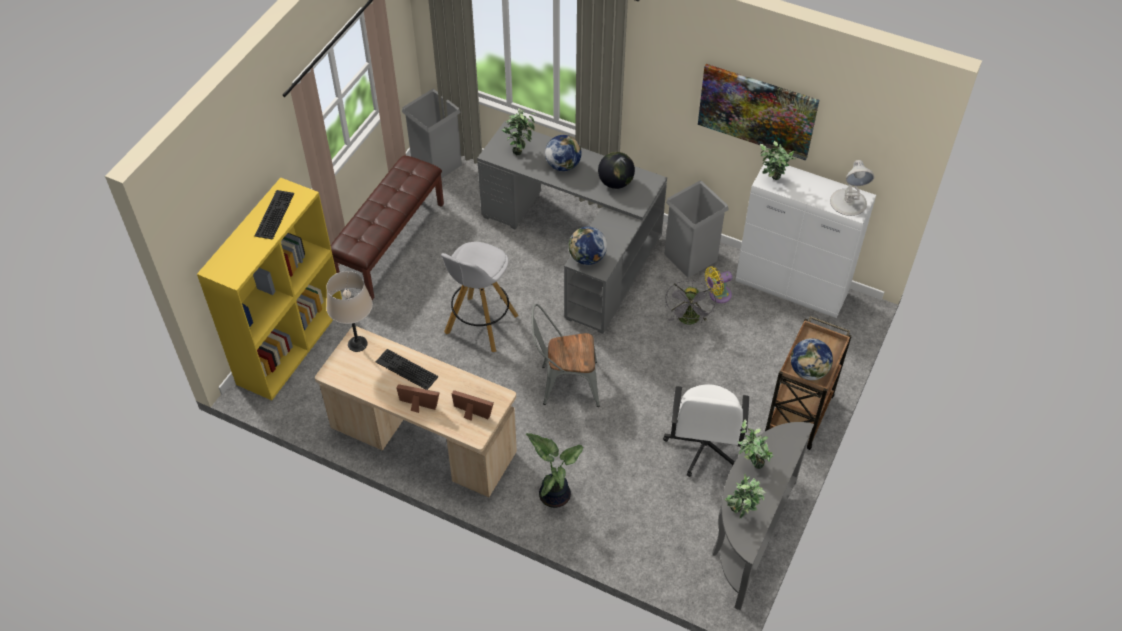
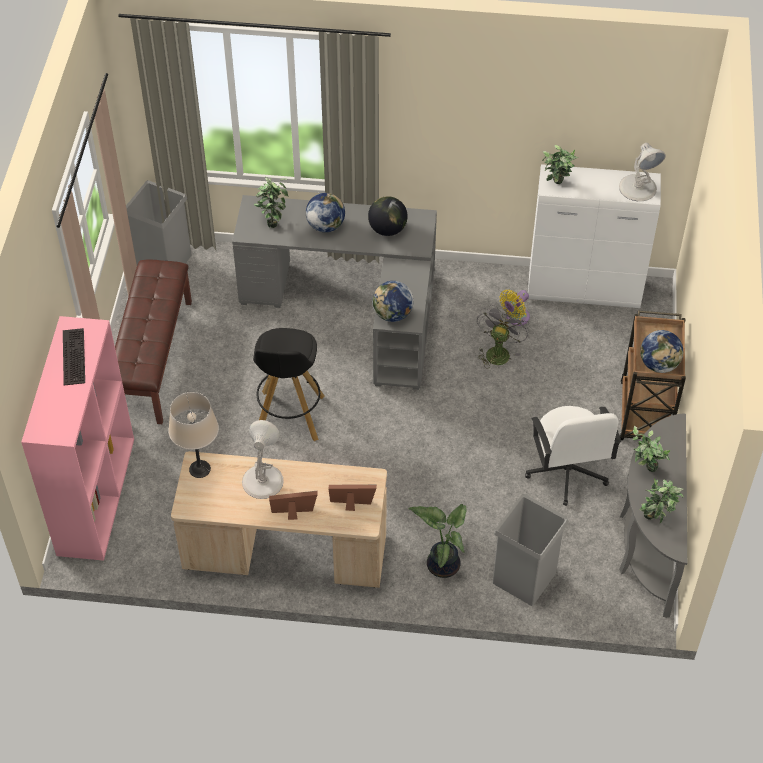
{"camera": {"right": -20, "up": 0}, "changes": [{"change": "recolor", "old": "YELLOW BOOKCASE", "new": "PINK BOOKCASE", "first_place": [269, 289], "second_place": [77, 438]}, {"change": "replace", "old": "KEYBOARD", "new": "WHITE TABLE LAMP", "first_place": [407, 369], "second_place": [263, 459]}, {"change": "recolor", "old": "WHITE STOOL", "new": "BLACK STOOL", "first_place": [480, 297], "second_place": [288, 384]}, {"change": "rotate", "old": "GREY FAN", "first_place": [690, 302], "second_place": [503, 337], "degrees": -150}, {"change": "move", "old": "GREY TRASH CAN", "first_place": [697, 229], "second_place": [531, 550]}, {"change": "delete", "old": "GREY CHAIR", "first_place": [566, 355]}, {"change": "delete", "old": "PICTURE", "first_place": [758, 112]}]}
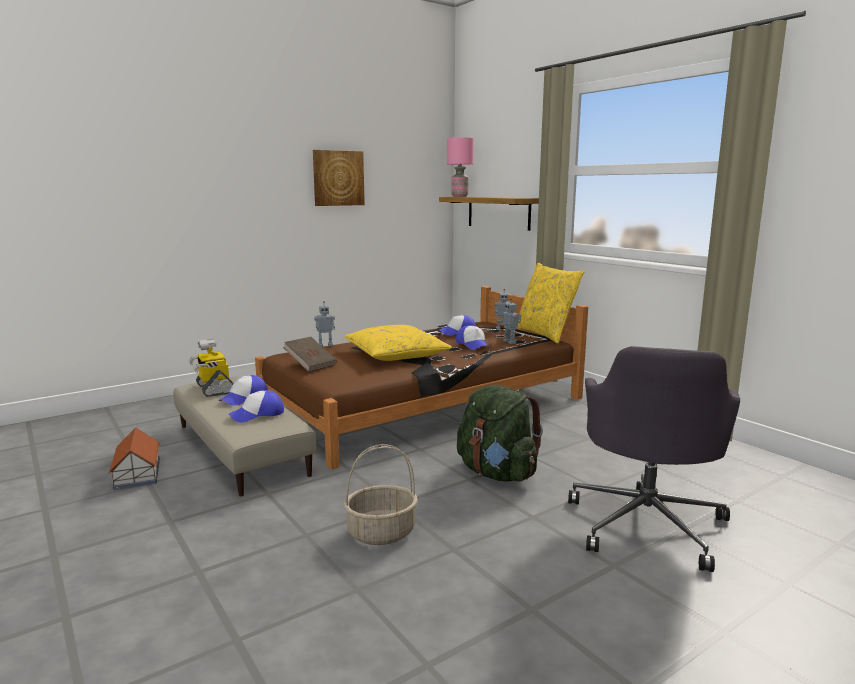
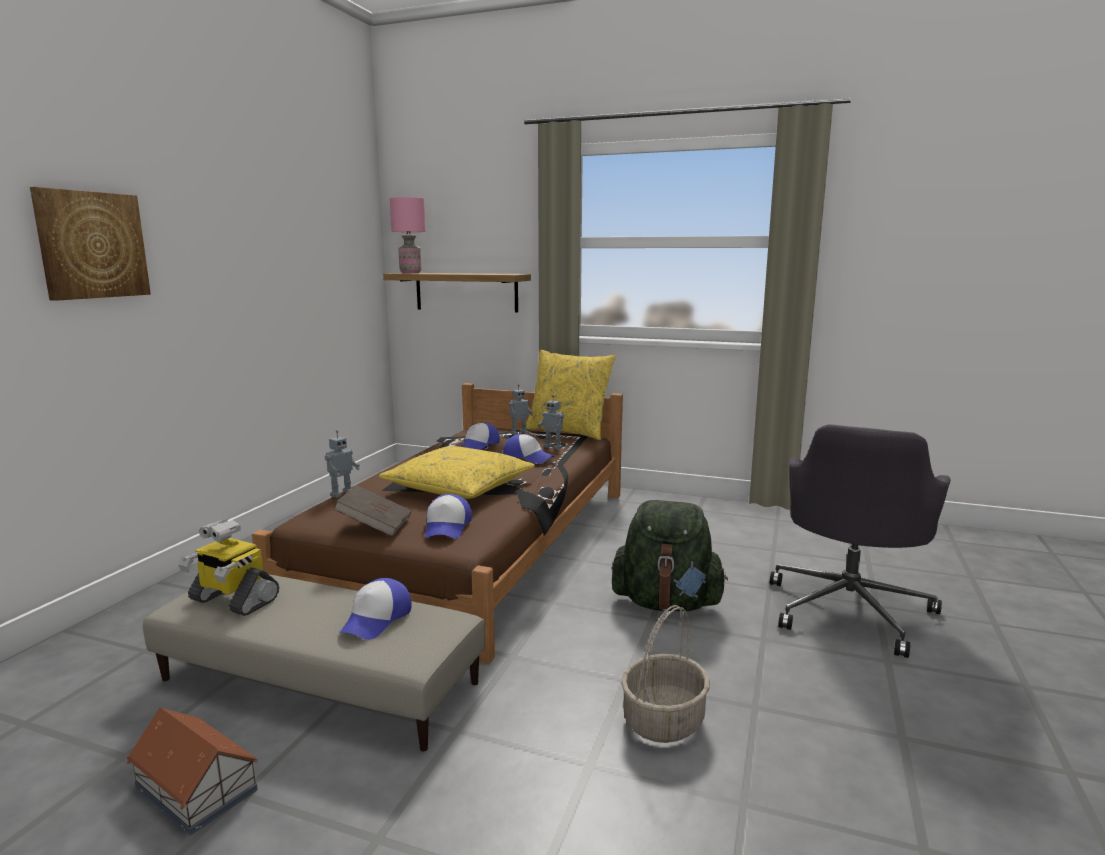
{"camera": {"right": -35, "up": 0}, "changes": [{"change": "move", "old": "PICTURE", "first_place": [339, 178], "second_place": [90, 244]}, {"change": "move", "old": "CAP", "first_place": [243, 390], "second_place": [448, 516]}, {"change": "rotate", "old": "GREY OFFICE CHAIR", "first_place": [654, 459], "second_place": [860, 541], "degrees": 45}]}
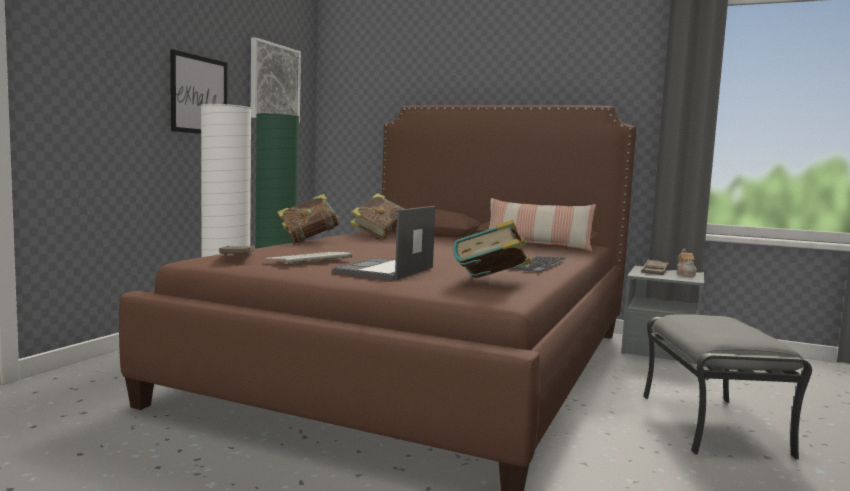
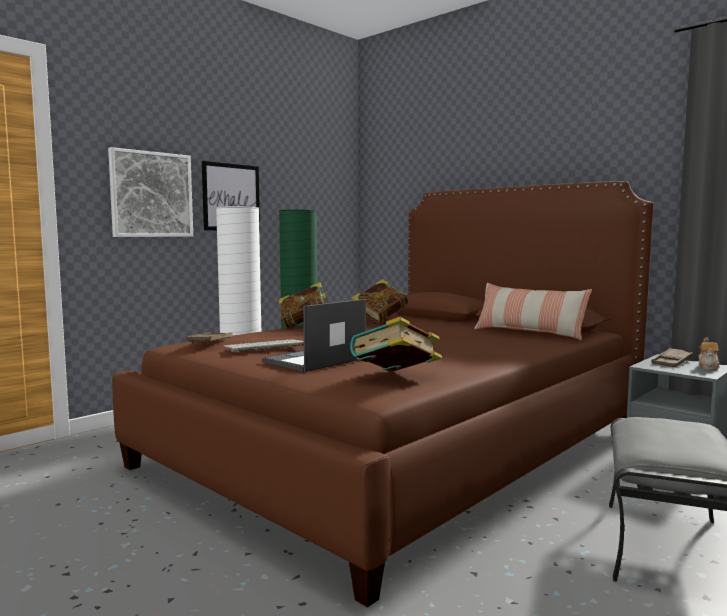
{"camera": {"right": 20, "up": 0}, "changes": [{"change": "move", "old": "PICTURE", "first_place": [276, 80], "second_place": [150, 192]}, {"change": "delete", "old": "KEYBOARD", "first_place": [538, 264]}]}
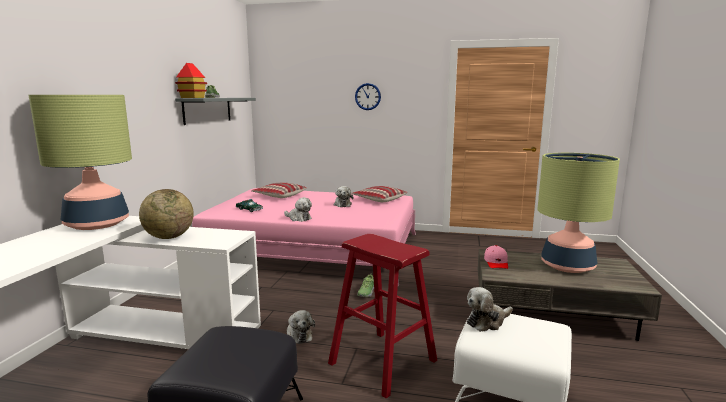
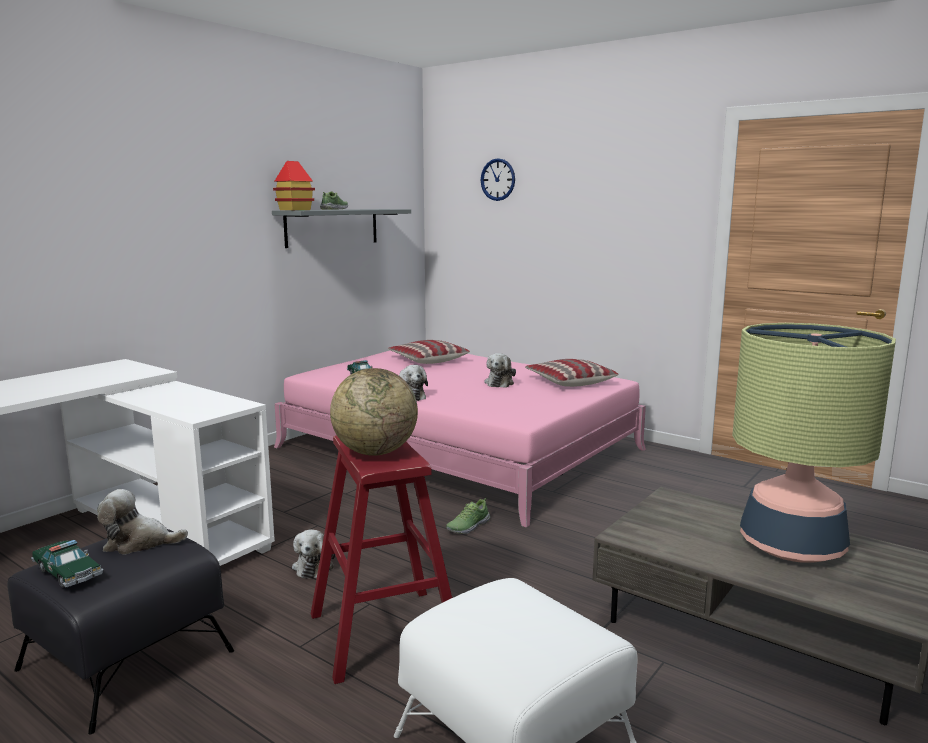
{"camera": {"right": 25, "up": 0}, "changes": [{"change": "insert", "new": "TOY CAR", "second_place": [67, 564]}, {"change": "move", "old": "PLUSH TOY", "first_place": [490, 309], "second_place": [142, 522]}, {"change": "move", "old": "GLOBE", "first_place": [166, 214], "second_place": [374, 412]}, {"change": "move", "old": "WALL CLOCK", "first_place": [368, 96], "second_place": [498, 179]}, {"change": "delete", "old": "TABLE LAMP", "first_place": [80, 162]}, {"change": "delete", "old": "PINK CAP", "first_place": [496, 257]}]}
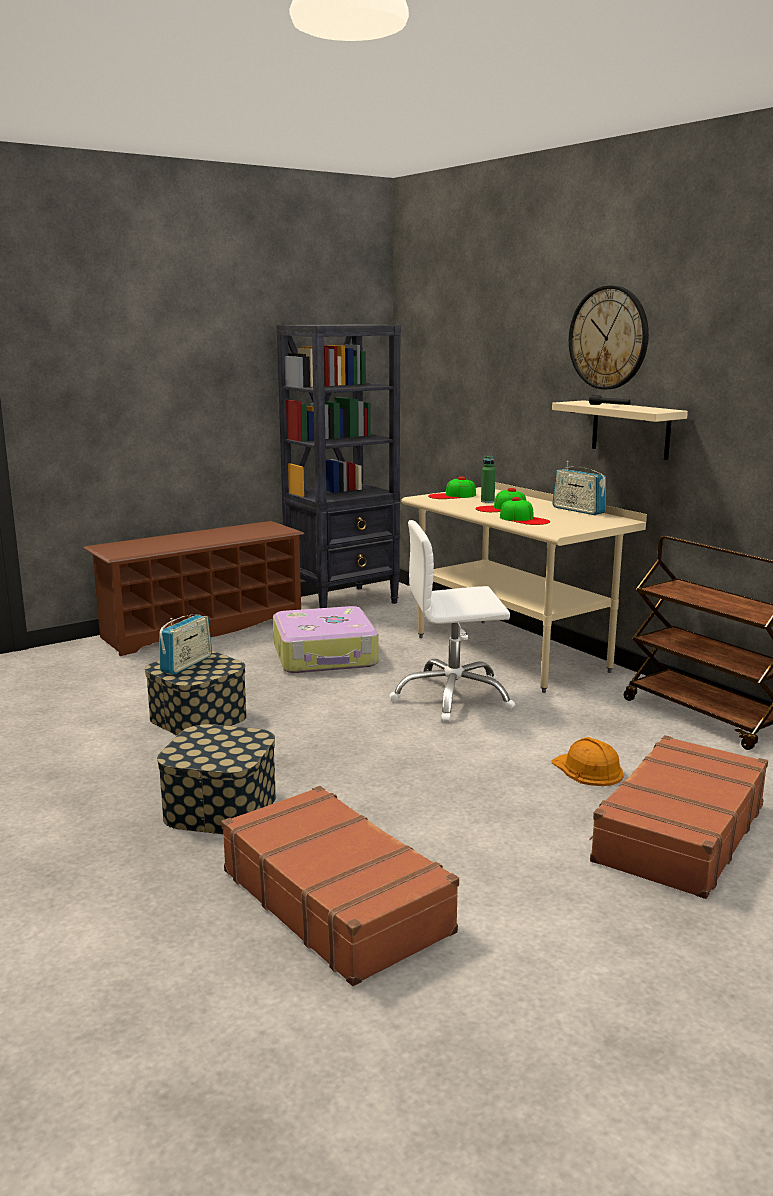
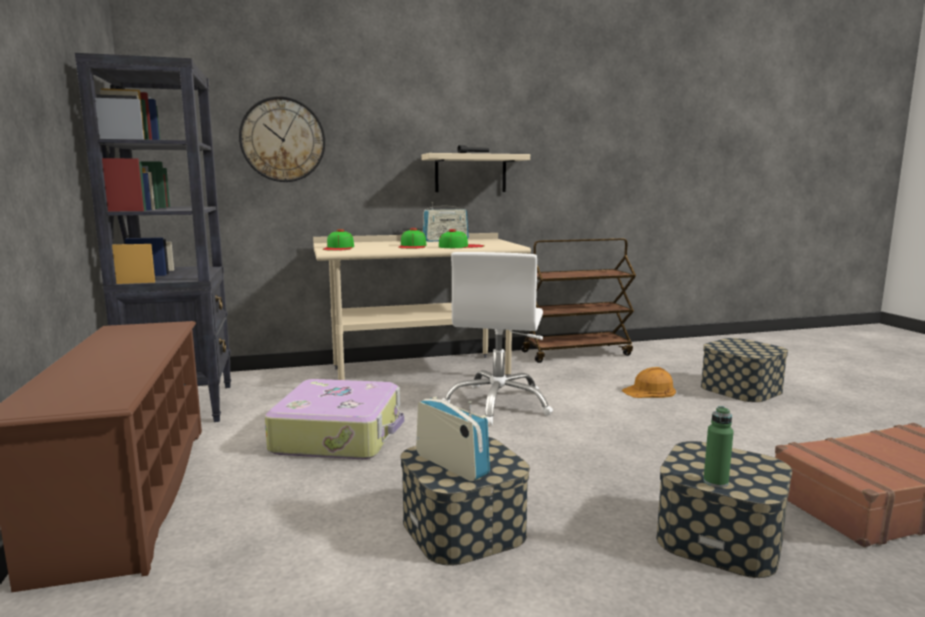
{"camera": {"right": -70, "up": -5}, "changes": [{"change": "move", "old": "WALL CLOCK", "first_place": [609, 337], "second_place": [282, 139]}, {"change": "replace", "old": "BROWN SUITCASE", "new": "STORAGE BOX", "first_place": [678, 817], "second_place": [744, 370]}, {"change": "move", "old": "GREEN BOTTLE", "first_place": [488, 479], "second_place": [718, 447]}]}
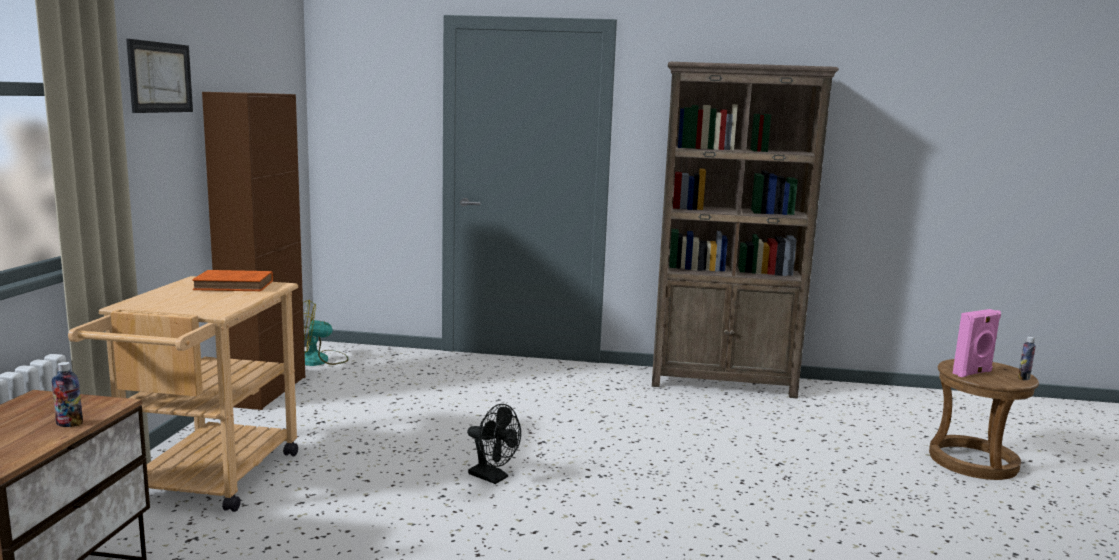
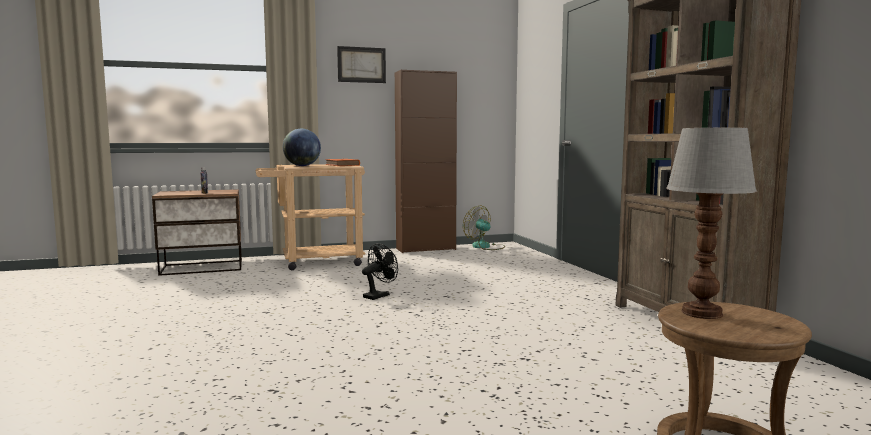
{"camera": {"right": 65, "up": -5}, "changes": [{"change": "insert", "new": "GLOBE", "second_place": [302, 147]}, {"change": "rotate", "old": "BLACK FAN", "first_place": [494, 444], "second_place": [380, 272], "degrees": -150}, {"change": "replace", "old": "PINK SPEAKER", "new": "TABLE LAMP", "first_place": [977, 343], "second_place": [711, 223]}, {"change": "delete", "old": "BOTTLE", "first_place": [1027, 358]}]}
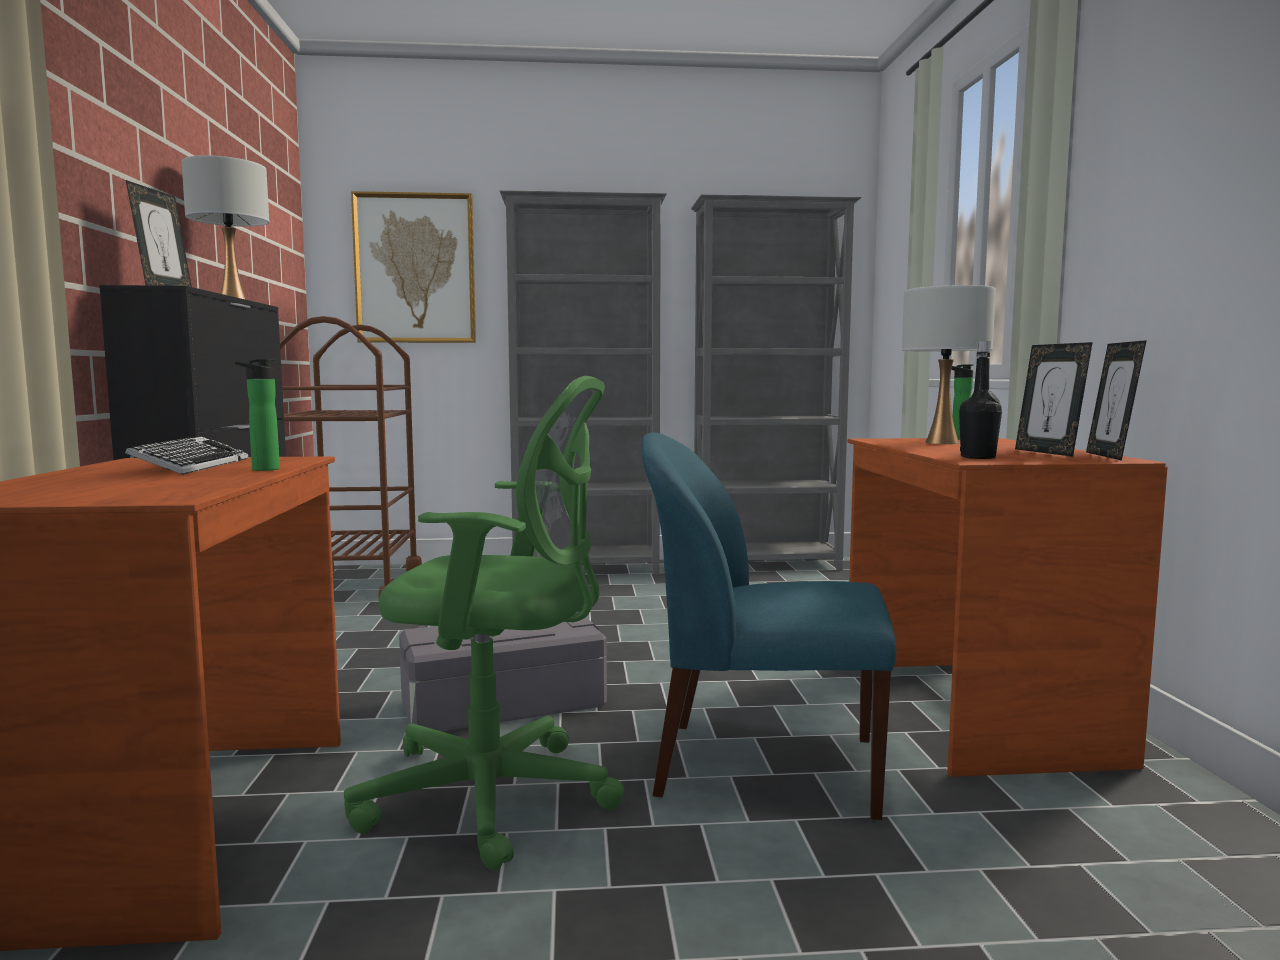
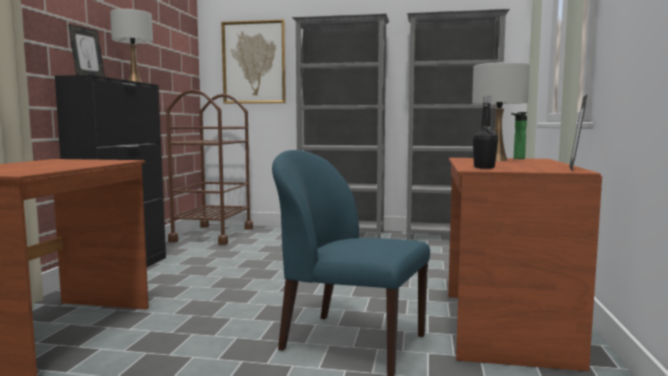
{"camera": {"right": 15, "up": 0}, "changes": [{"change": "delete", "old": "KEYBOARD", "first_place": [186, 456]}, {"change": "delete", "old": "BOTTLE", "first_place": [257, 415]}, {"change": "delete", "old": "GREEN OFFICE CHAIR", "first_place": [484, 623]}, {"change": "delete", "old": "GREY STORAGE BOX", "first_place": [503, 671]}, {"change": "delete", "old": "PICTURE FRAME", "first_place": [1054, 399]}]}
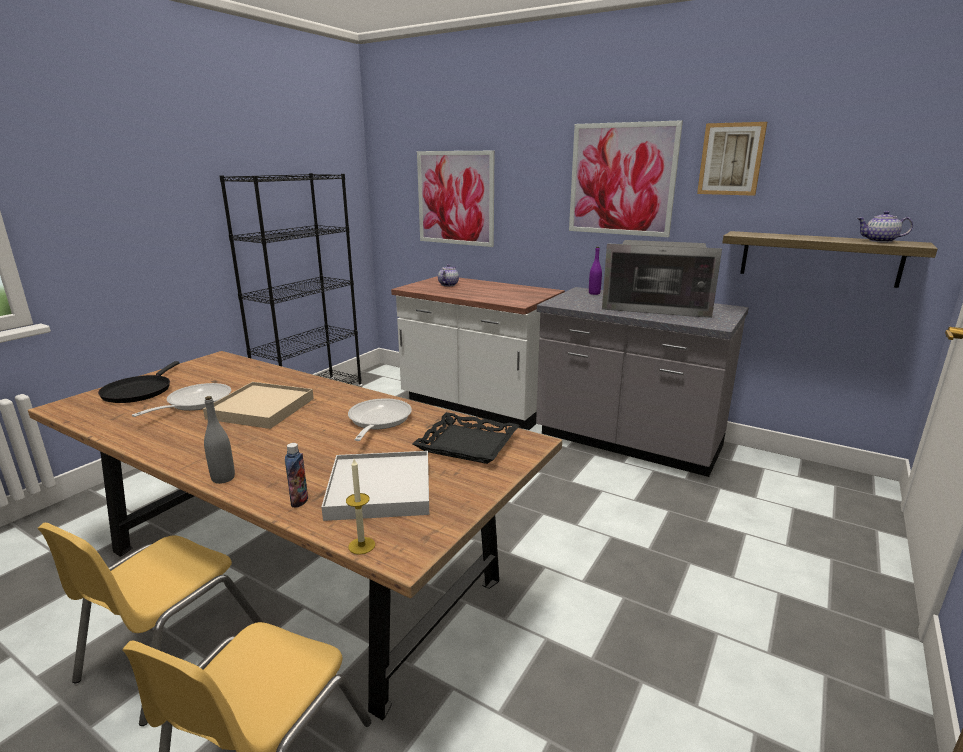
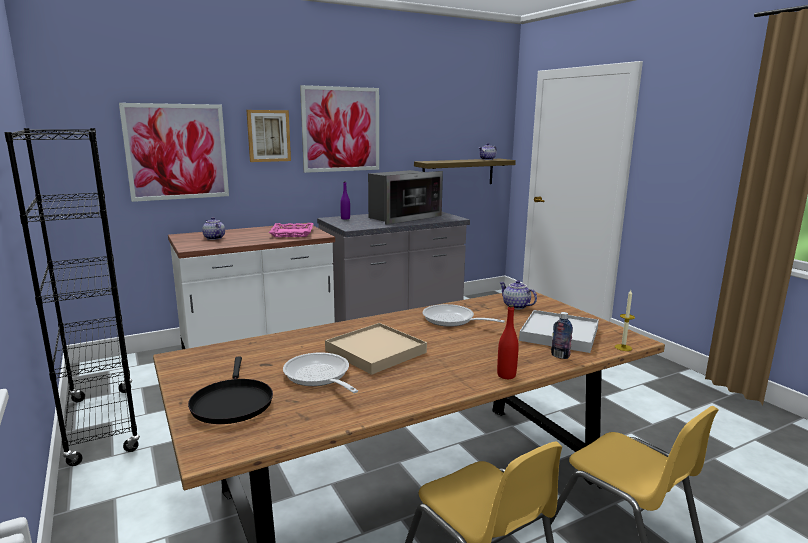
{"camera": {"right": -60, "up": -5}, "changes": [{"change": "rotate", "old": "BLACK FRYING PAN", "first_place": [138, 382], "second_place": [230, 390], "degrees": 45}, {"change": "move", "old": "PICTURE", "first_place": [732, 159], "second_place": [269, 136]}, {"change": "insert", "new": "PINK TRAY", "second_place": [291, 230]}, {"change": "recolor", "old": "GREY BOTTLE", "new": "RED BOTTLE", "first_place": [219, 440], "second_place": [508, 342]}, {"change": "replace", "old": "BLACK TRAY", "new": "TEAPOT", "first_place": [466, 438], "second_place": [518, 294]}]}
